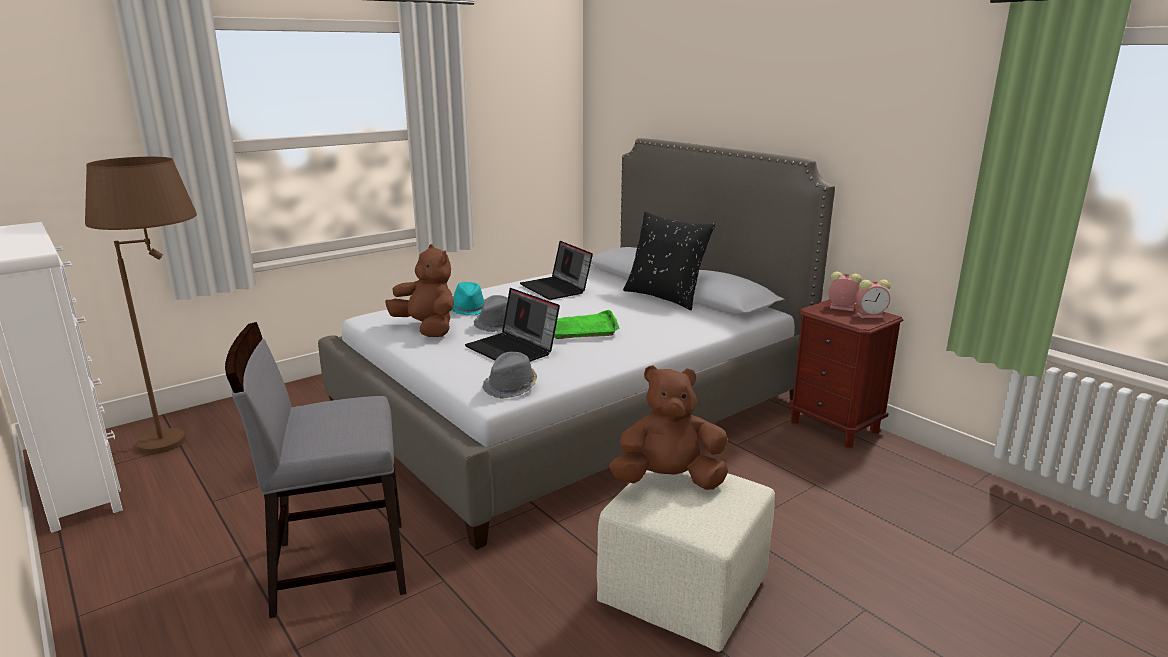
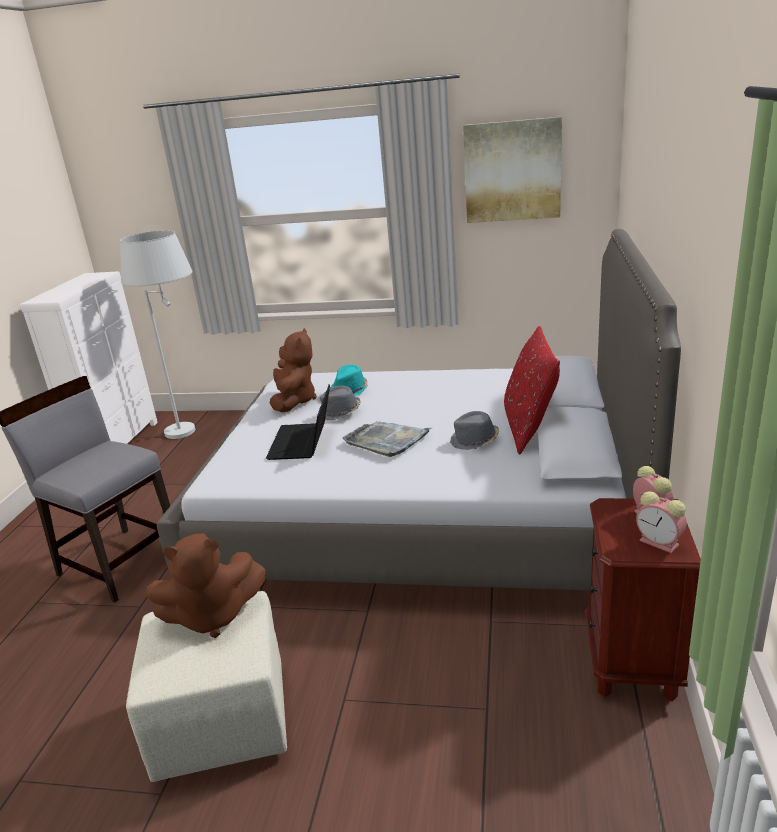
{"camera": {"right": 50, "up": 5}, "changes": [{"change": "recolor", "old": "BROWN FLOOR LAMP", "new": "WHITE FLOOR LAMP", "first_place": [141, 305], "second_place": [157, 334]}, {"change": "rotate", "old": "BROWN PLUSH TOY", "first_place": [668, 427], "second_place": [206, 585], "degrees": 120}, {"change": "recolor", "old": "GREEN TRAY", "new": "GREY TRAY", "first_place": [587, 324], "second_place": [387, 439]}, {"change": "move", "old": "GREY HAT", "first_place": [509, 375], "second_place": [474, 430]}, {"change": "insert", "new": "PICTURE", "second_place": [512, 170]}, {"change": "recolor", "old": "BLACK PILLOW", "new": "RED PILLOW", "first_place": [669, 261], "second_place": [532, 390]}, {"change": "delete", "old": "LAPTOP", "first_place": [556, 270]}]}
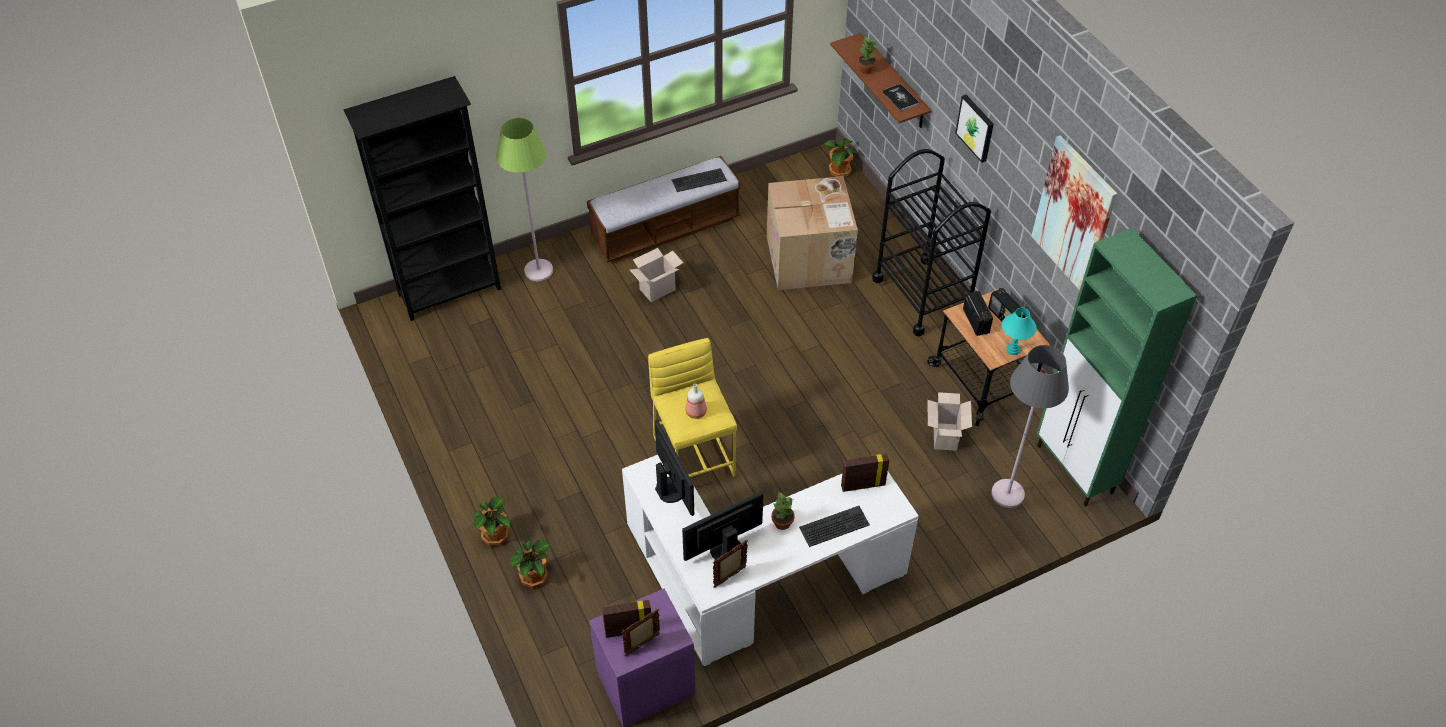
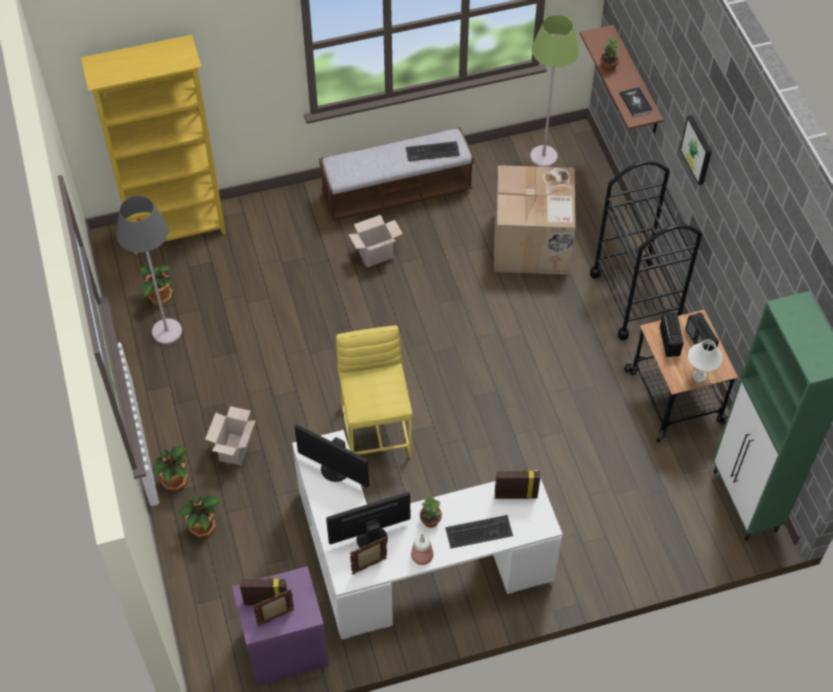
{"camera": {"right": 10, "up": 5}, "changes": [{"change": "recolor", "old": "BLACK BOOKCASE", "new": "YELLOW BOOKCASE", "first_place": [422, 198], "second_place": [153, 144]}, {"change": "move", "old": "GREY FLOOR LAMP", "first_place": [1030, 426], "second_place": [149, 270]}, {"change": "move", "old": "POTTED PLANT", "first_place": [840, 158], "second_place": [156, 285]}, {"change": "move", "old": "CARDBOARD BOX", "first_place": [949, 421], "second_place": [230, 435]}, {"change": "rotate", "old": "MONITOR", "first_place": [674, 468], "second_place": [331, 455], "degrees": 135}, {"change": "move", "old": "BOTTLE", "first_place": [696, 401], "second_place": [422, 549]}, {"change": "move", "old": "GREEN FLOOR LAMP", "first_place": [524, 199], "second_place": [554, 91]}, {"change": "recolor", "old": "TURQUOISE TABLE LAMP", "new": "WHITE TABLE LAMP", "first_place": [1019, 331], "second_place": [705, 361]}, {"change": "delete", "old": "PICTURE", "first_place": [1074, 212]}]}
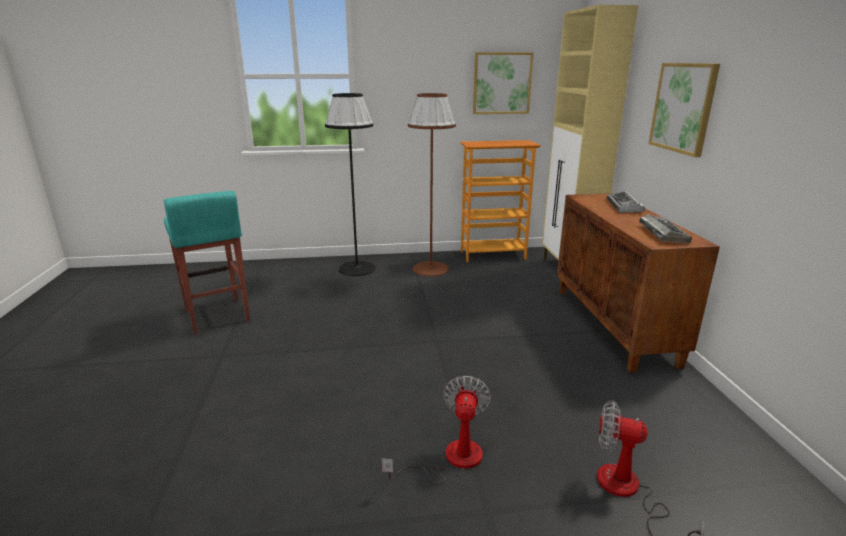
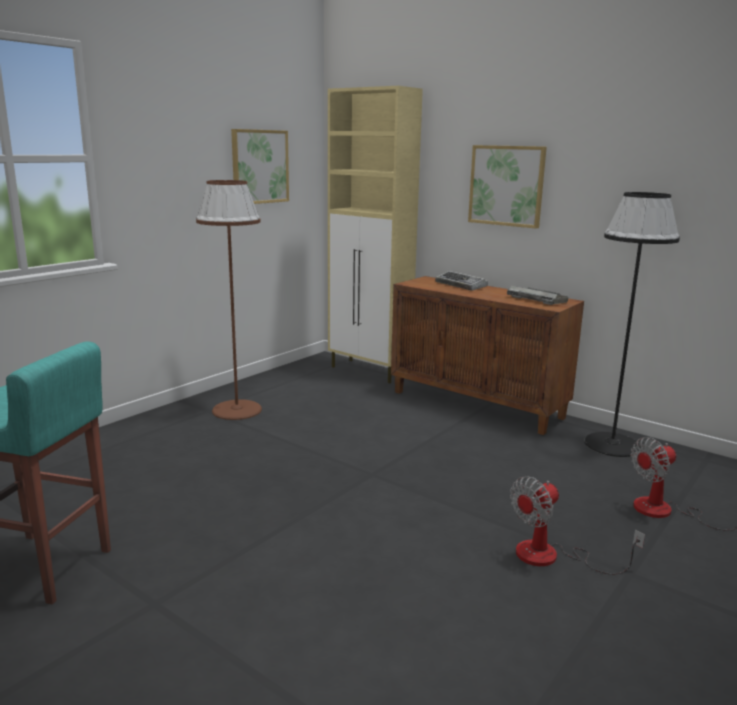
{"camera": {"right": -45, "up": -5}, "changes": [{"change": "rotate", "old": "FAN", "first_place": [436, 430], "second_place": [577, 525], "degrees": -90}, {"change": "move", "old": "BLACK FLOOR LAMP", "first_place": [350, 184], "second_place": [632, 324]}, {"change": "delete", "old": "BOOKCASE", "first_place": [500, 201]}]}
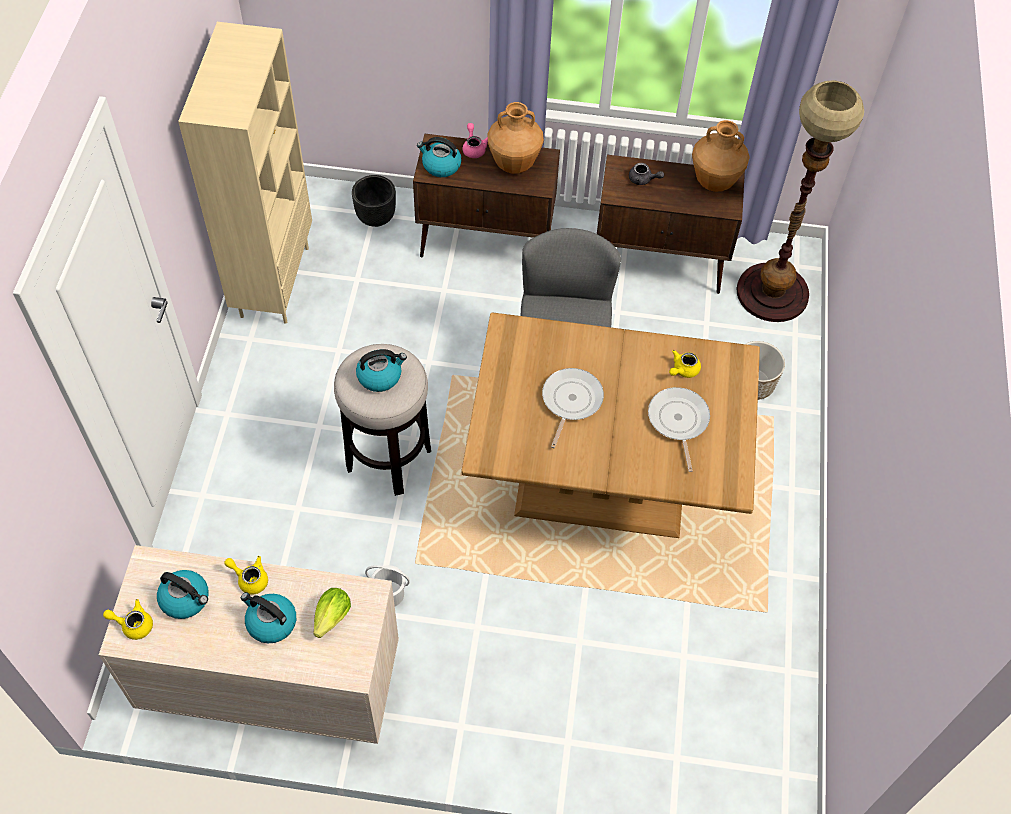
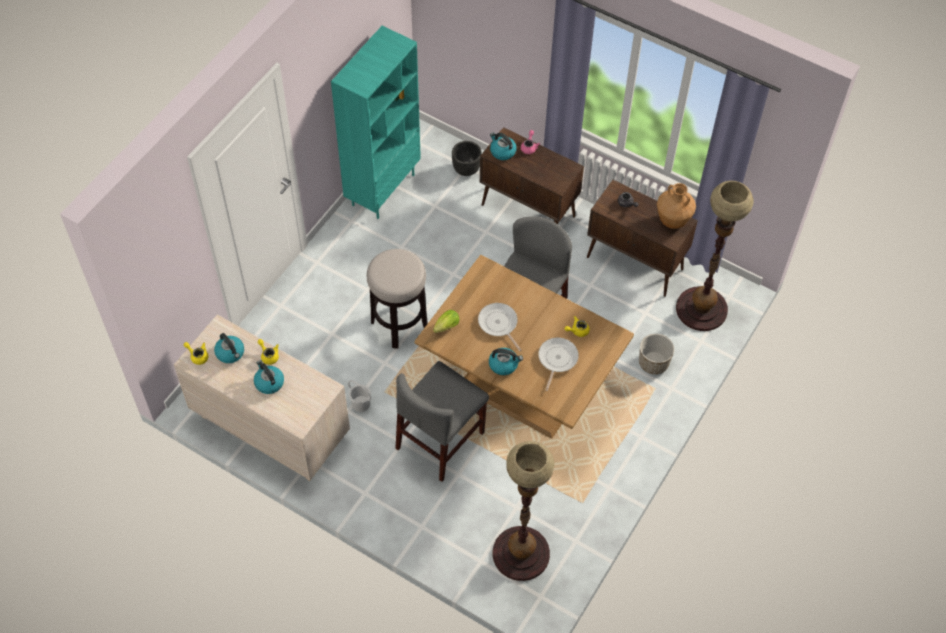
{"camera": {"right": 25, "up": 0}, "changes": [{"change": "recolor", "old": "BEIGE BOOKCASE", "new": "TURQUOISE BOOKCASE", "first_place": [245, 173], "second_place": [376, 122]}, {"change": "insert", "new": "GREY CHAIR", "second_place": [442, 421]}, {"change": "move", "old": "LETTUCE", "first_place": [332, 613], "second_place": [446, 321]}, {"change": "rotate", "old": "FRYING PAN", "first_place": [573, 408], "second_place": [499, 327], "degrees": -75}, {"change": "move", "old": "KETTLE", "first_place": [381, 370], "second_place": [506, 361]}, {"change": "insert", "new": "FLOOR LAMP", "second_place": [523, 511]}, {"change": "delete", "old": "BROWN VASE", "first_place": [516, 138]}]}
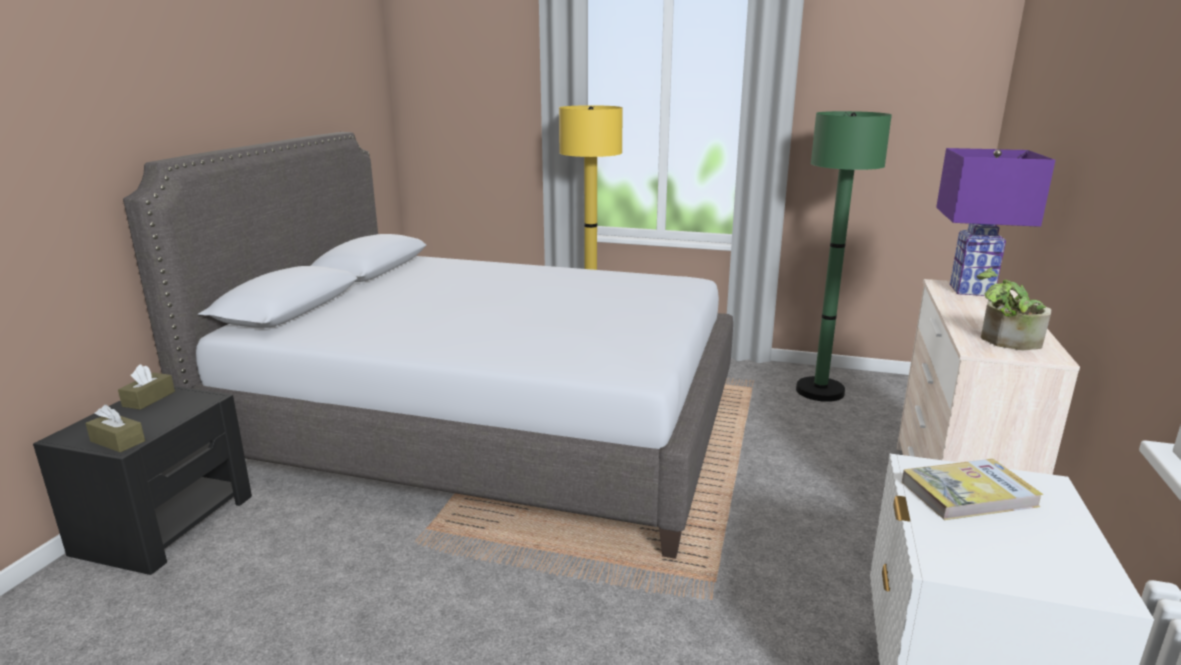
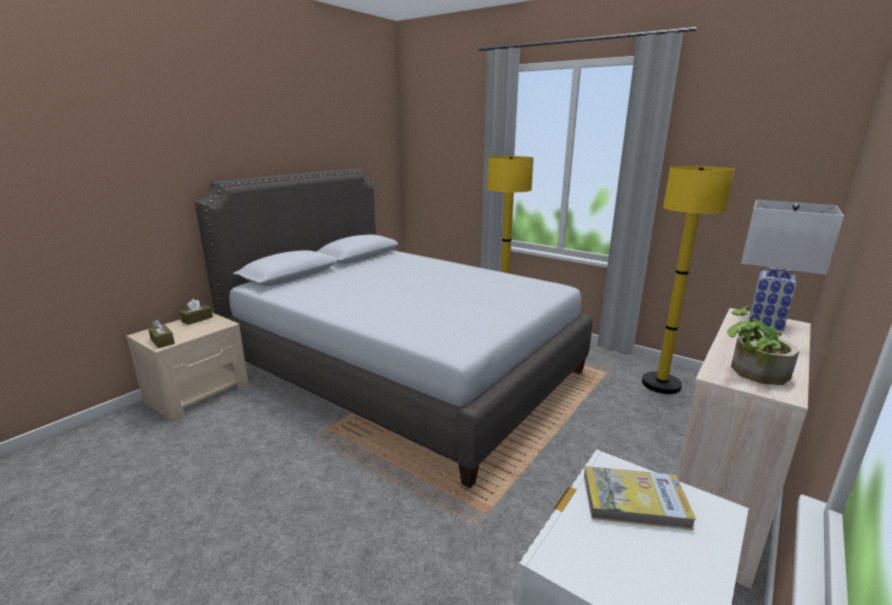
{"camera": {"right": 20, "up": 0}, "changes": [{"change": "recolor", "old": "BLACK NIGHTSTAND", "new": "BEIGE NIGHTSTAND", "first_place": [142, 480], "second_place": [187, 367]}, {"change": "recolor", "old": "GREEN FLOOR LAMP", "new": "YELLOW FLOOR LAMP", "first_place": [844, 256], "second_place": [688, 280]}, {"change": "recolor", "old": "PURPLE TABLE LAMP", "new": "WHITE TABLE LAMP", "first_place": [995, 222], "second_place": [792, 265]}]}
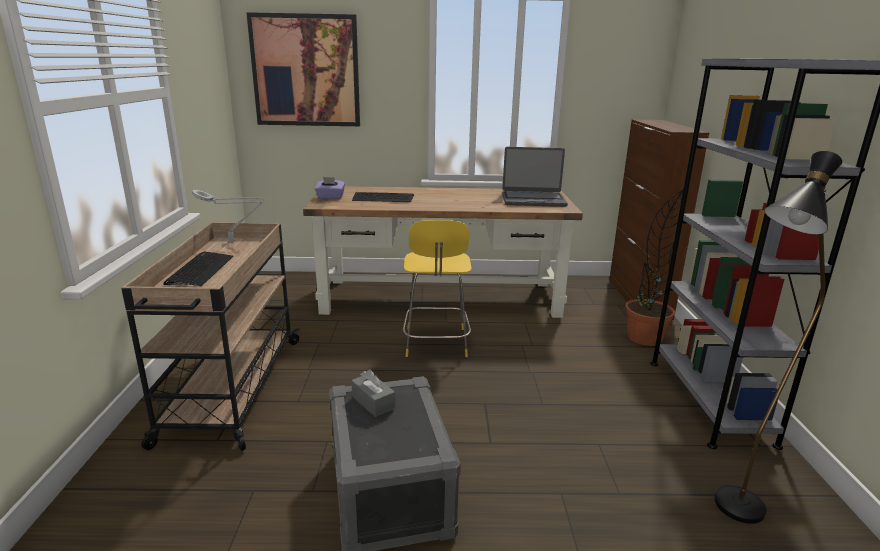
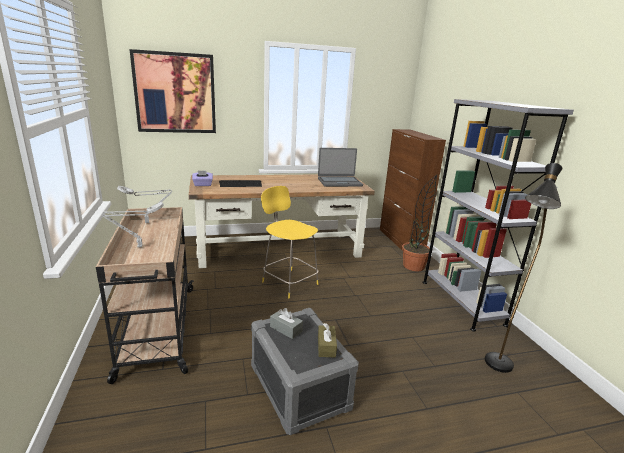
{"camera": {"right": -15, "up": 0}, "changes": [{"change": "replace", "old": "KEYBOARD", "new": "GREY TABLE LAMP", "first_place": [198, 268], "second_place": [133, 225]}, {"change": "rotate", "old": "YELLOW CHAIR", "first_place": [437, 288], "second_place": [289, 242], "degrees": 150}, {"change": "insert", "new": "BROWN TISSUE BOX", "second_place": [327, 340]}]}
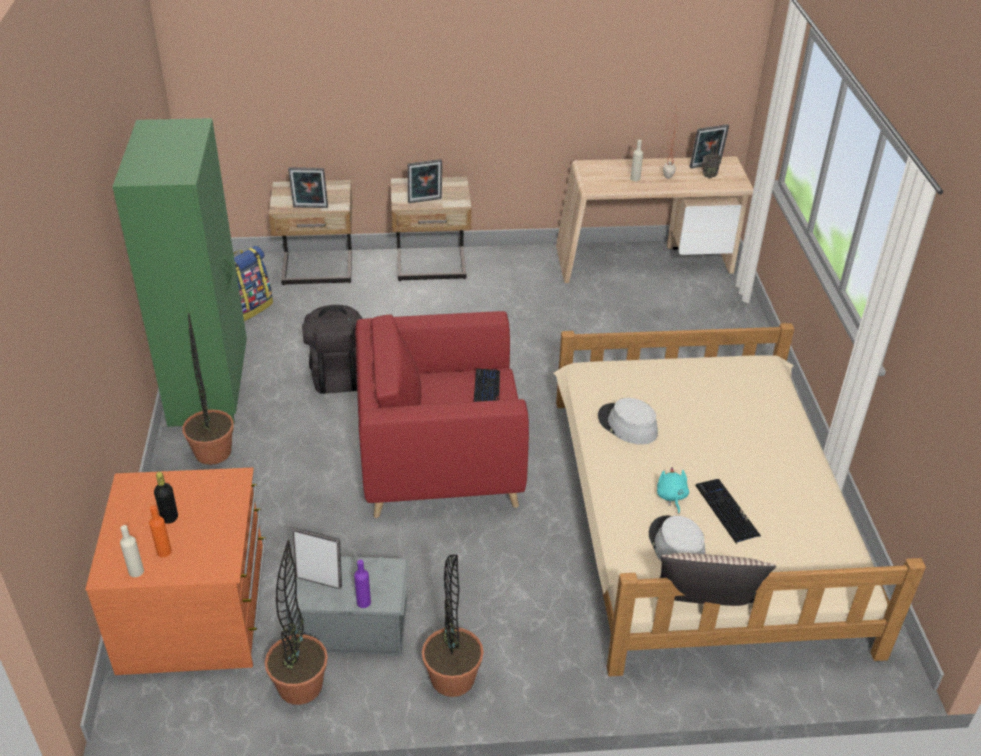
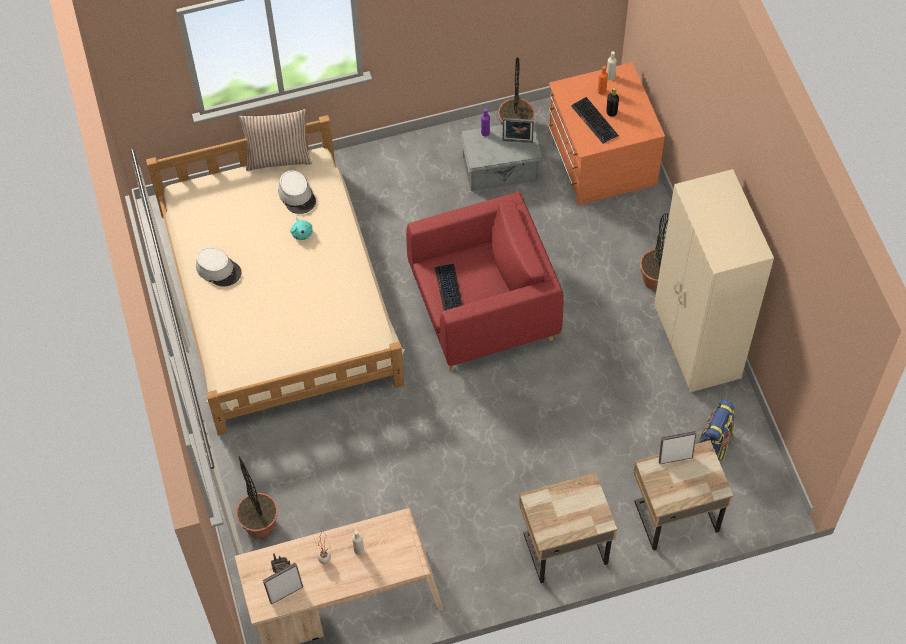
{"camera": {"right": 170, "up": 20}, "changes": [{"change": "move", "old": "GREY HAT", "first_place": [628, 421], "second_place": [219, 267]}, {"change": "move", "old": "POTTED PLANT", "first_place": [453, 626], "second_place": [257, 497]}, {"change": "move", "old": "KEYBOARD", "first_place": [728, 511], "second_place": [594, 120]}, {"change": "recolor", "old": "GREEN WARDROBE", "new": "BEIGE WARDROBE", "first_place": [179, 272], "second_place": [714, 280]}, {"change": "delete", "old": "BLACK BACKPACK", "first_place": [332, 349]}, {"change": "delete", "old": "PICTURE FRAME", "first_place": [425, 181]}]}
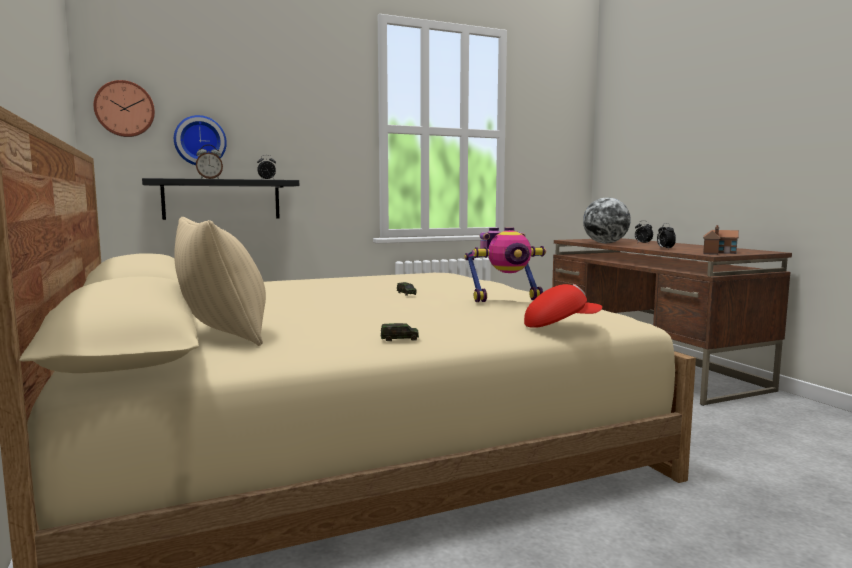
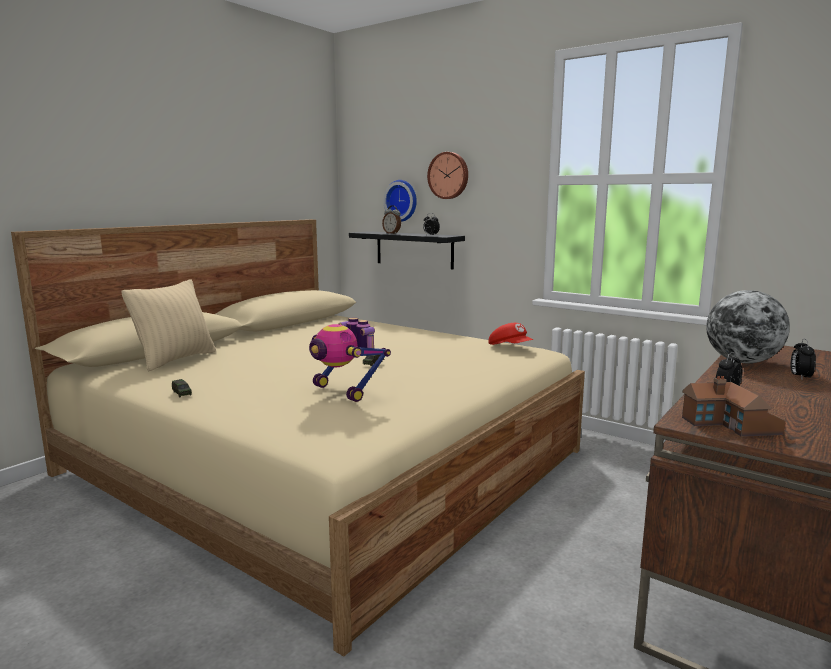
{"camera": {"right": 60, "up": 5}, "changes": [{"change": "move", "old": "WALL CLOCK", "first_place": [124, 108], "second_place": [447, 175]}, {"change": "move", "old": "RED CAP", "first_place": [563, 306], "second_place": [510, 334]}]}
